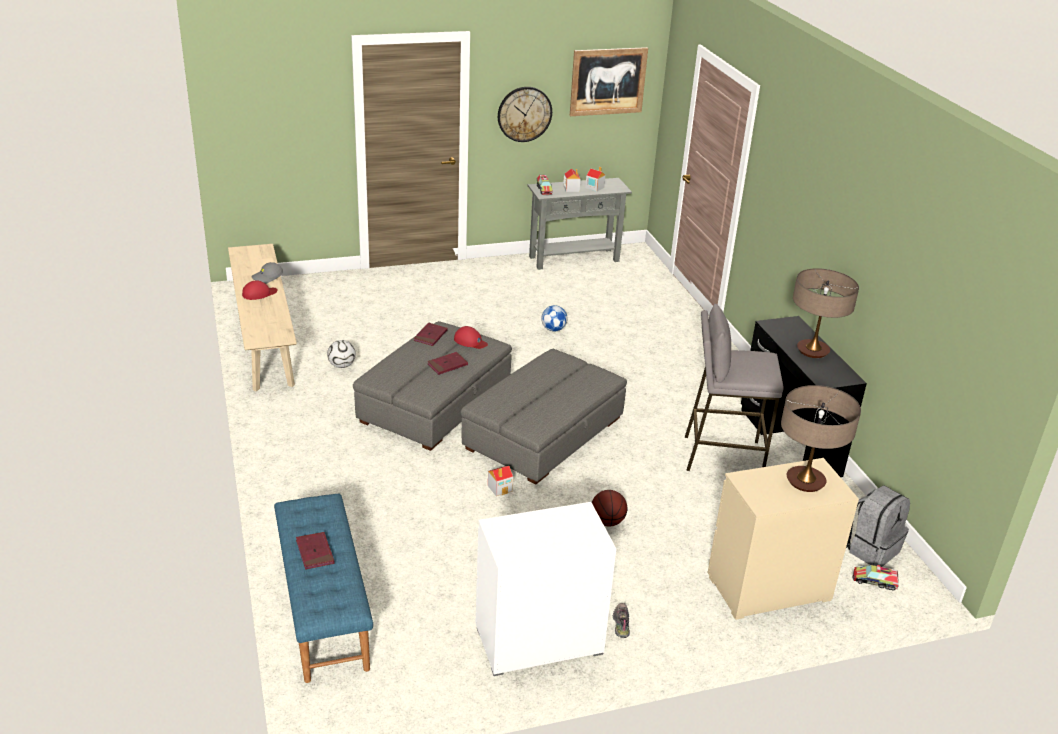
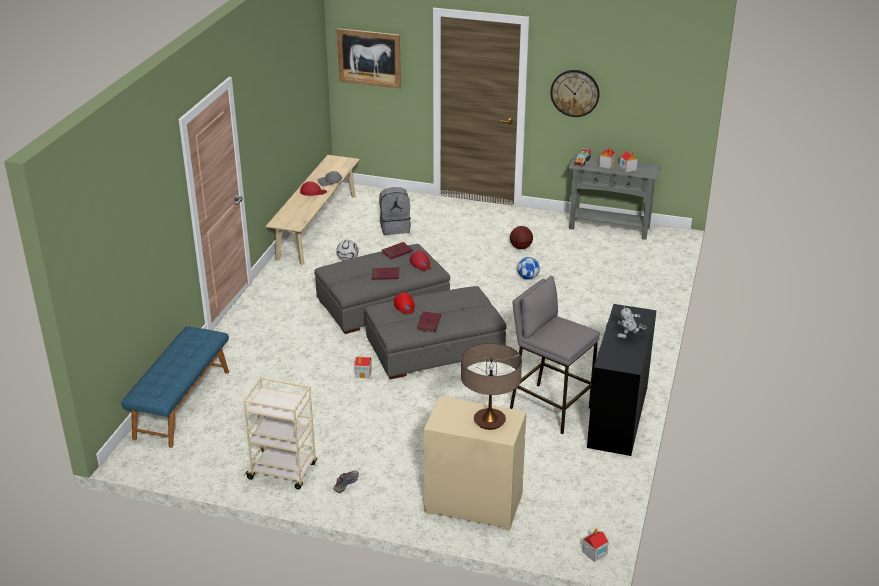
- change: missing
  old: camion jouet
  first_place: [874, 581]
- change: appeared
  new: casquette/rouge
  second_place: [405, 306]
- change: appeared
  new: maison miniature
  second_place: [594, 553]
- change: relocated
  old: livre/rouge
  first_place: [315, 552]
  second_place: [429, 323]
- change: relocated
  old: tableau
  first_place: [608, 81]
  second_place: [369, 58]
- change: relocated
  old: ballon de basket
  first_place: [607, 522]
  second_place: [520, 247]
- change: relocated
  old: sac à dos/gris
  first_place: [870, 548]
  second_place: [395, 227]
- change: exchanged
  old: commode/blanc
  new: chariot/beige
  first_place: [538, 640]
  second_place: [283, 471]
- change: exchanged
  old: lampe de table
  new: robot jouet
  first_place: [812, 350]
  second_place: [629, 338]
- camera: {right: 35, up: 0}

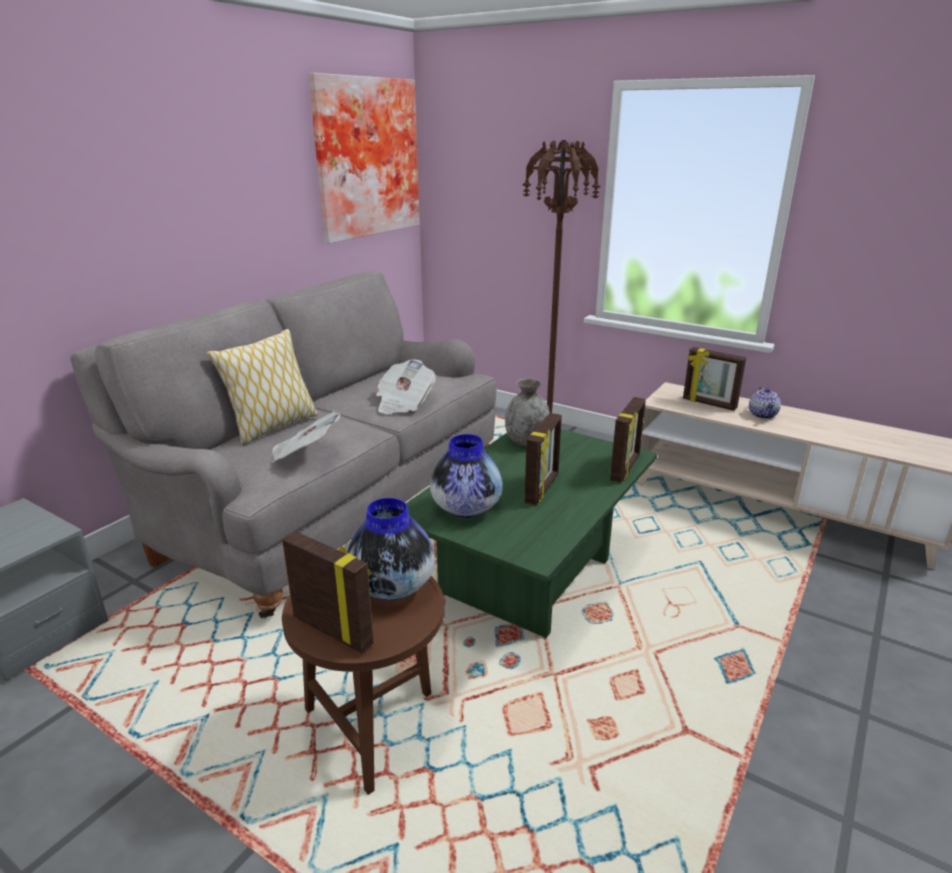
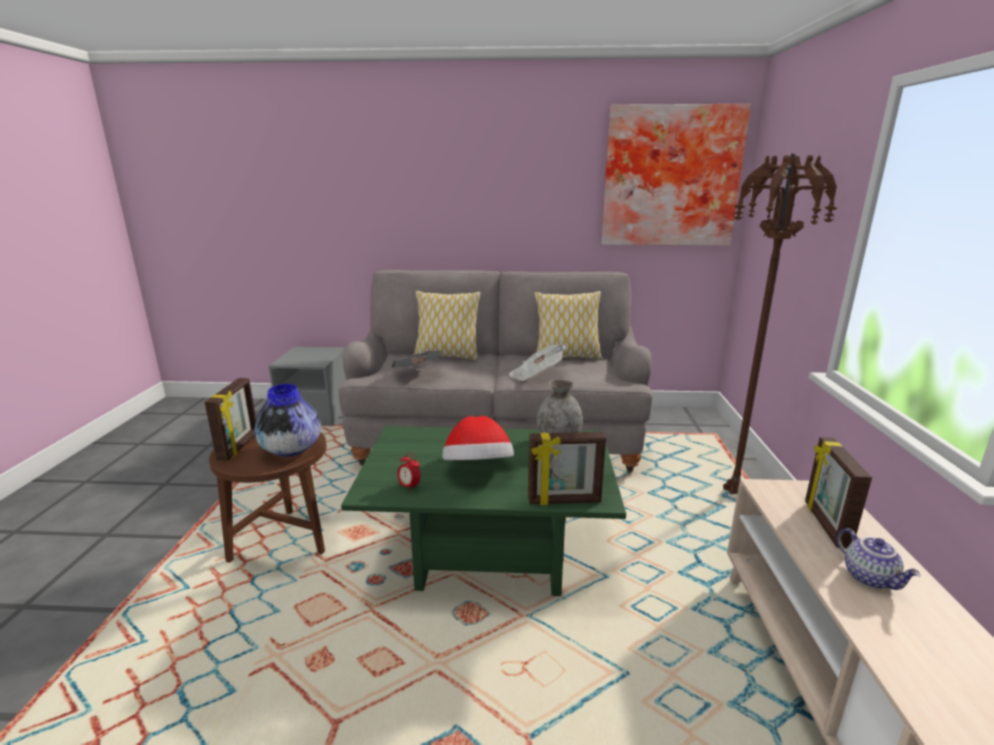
- change: missing
  old: vase
  first_place: [466, 509]
- change: appeared
  new: réveil
  second_place: [409, 487]
- change: appeared
  new: coussin
  second_place: [566, 356]
- change: exchanged
  old: cadre photo
  new: chapeau
  first_place: [542, 489]
  second_place: [478, 469]
- change: spun
  old: théière
  first_place: [763, 415]
  second_place: [870, 578]
  degrees: -90
- camera: {right: 60, up: -5}

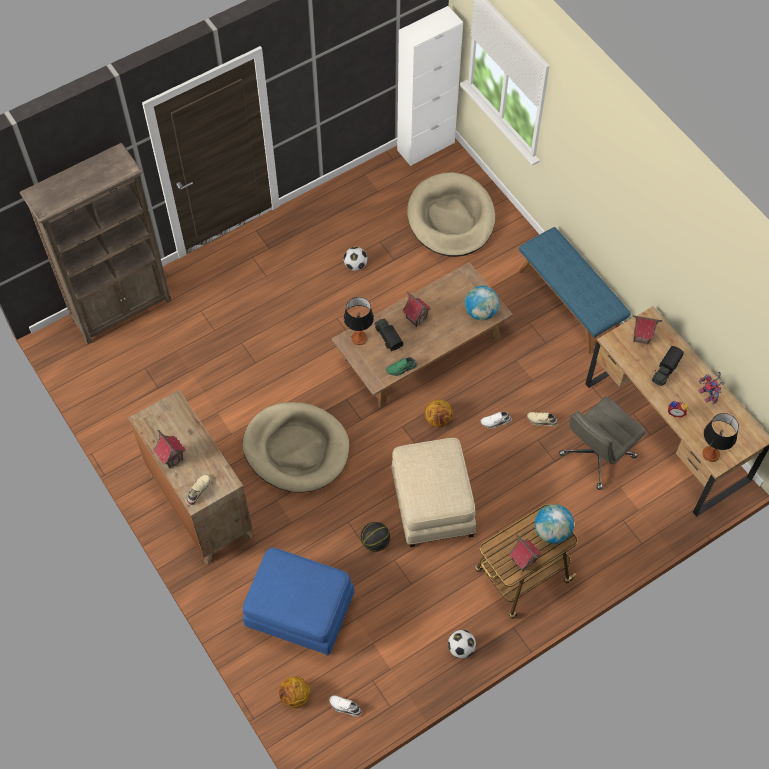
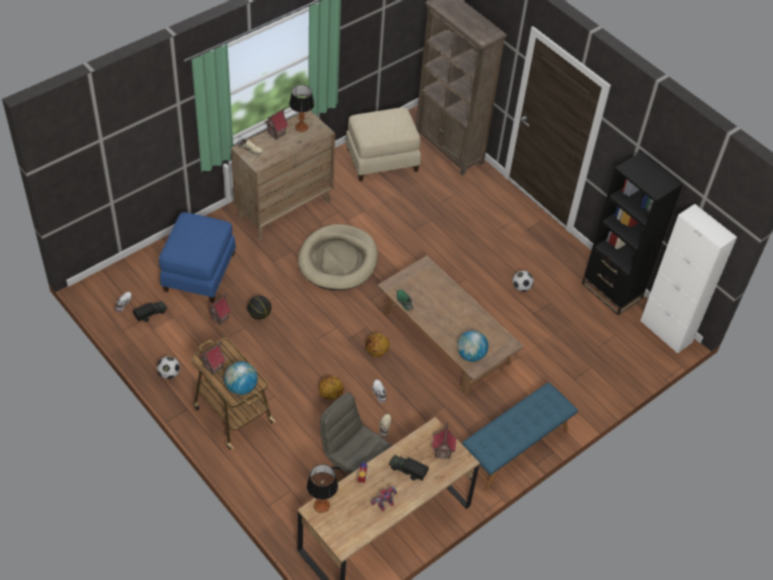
- change: missing
  old: panier pour chien/beige
  first_place: [451, 218]
- change: appeared
  new: bibliothèque/noir
  second_place: [611, 291]
- change: relocated
  old: ballon de basket
  first_place: [295, 696]
  second_place: [330, 394]
- change: relocated
  old: lampe de table
  first_place: [359, 338]
  second_place: [301, 127]
- change: relocated
  old: camion jouet
  first_place: [388, 337]
  second_place: [151, 314]
- change: relocated
  old: pouf/beige
  first_place: [431, 504]
  second_place: [382, 159]
- change: relocated
  old: maison miniature
  first_place: [416, 318]
  second_place: [220, 318]
- camera: {right: 80, up: -10}

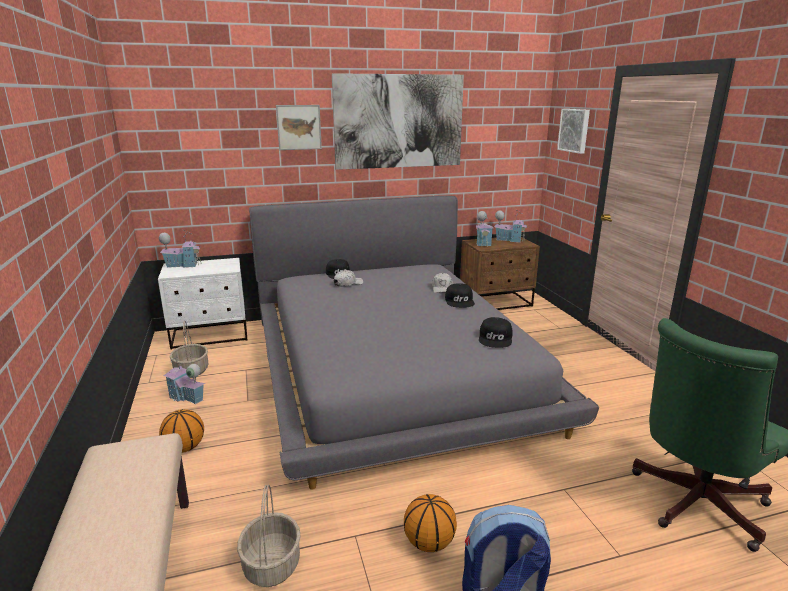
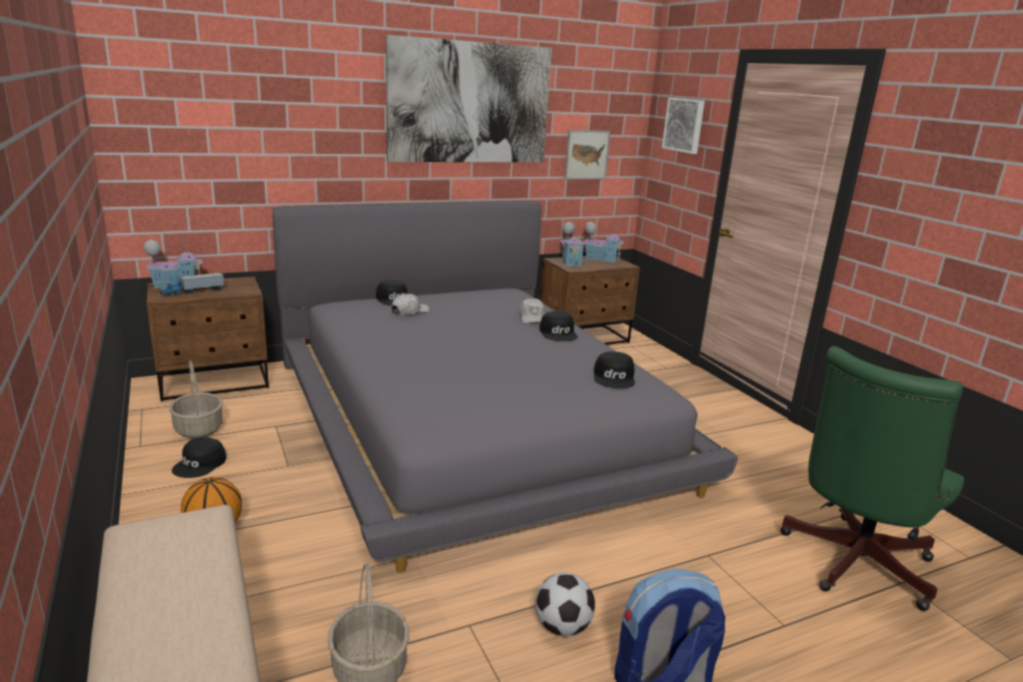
- change: appeared
  new: camion jouet
  second_place: [193, 292]
- change: relocated
  old: tableau
  first_place: [299, 127]
  second_place: [586, 154]
- change: exchanged
  old: maison miniature
  new: casquette/noir
  first_place: [186, 397]
  second_place: [200, 464]
- change: exchanged
  old: ballon de basket
  new: ballon de foot
  first_place: [429, 543]
  second_place: [562, 627]
- change: colour
  old: table de chevet/blanc
  new: table de chevet/marron
  first_place: [210, 335]
  second_place: [215, 382]
- camera: {right: -10, up: 0}

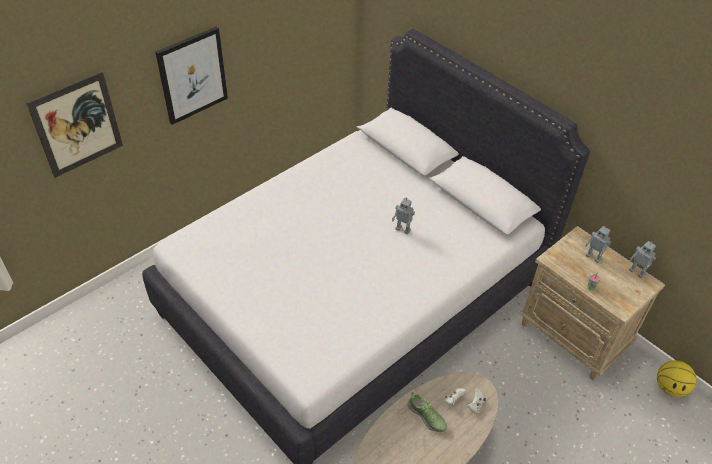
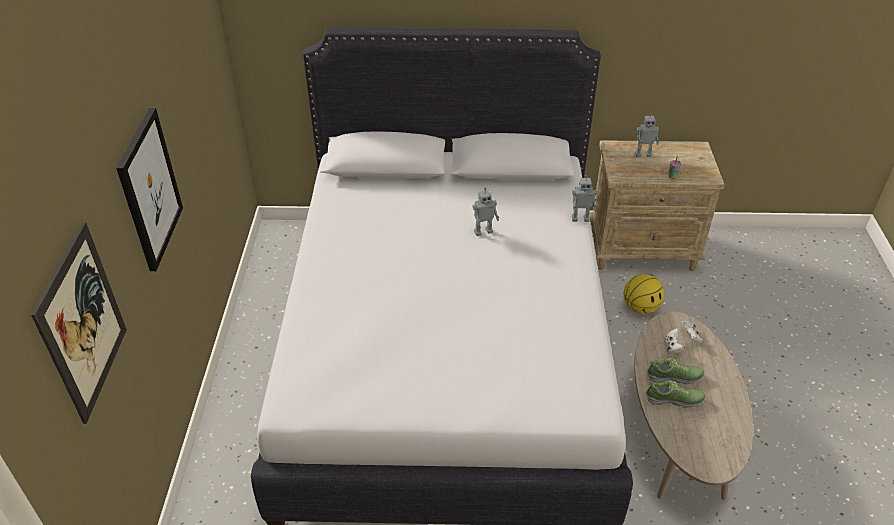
- change: appeared
  new: chaussure
  second_place: [674, 399]
- change: relocated
  old: robot jouet
  first_place: [637, 272]
  second_place: [580, 218]
- change: relocated
  old: ballon de basket
  first_place: [670, 388]
  second_place: [641, 307]
- camera: {right: -45, up: -5}

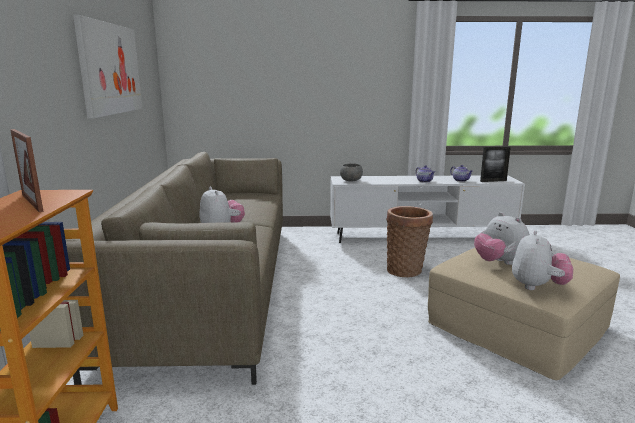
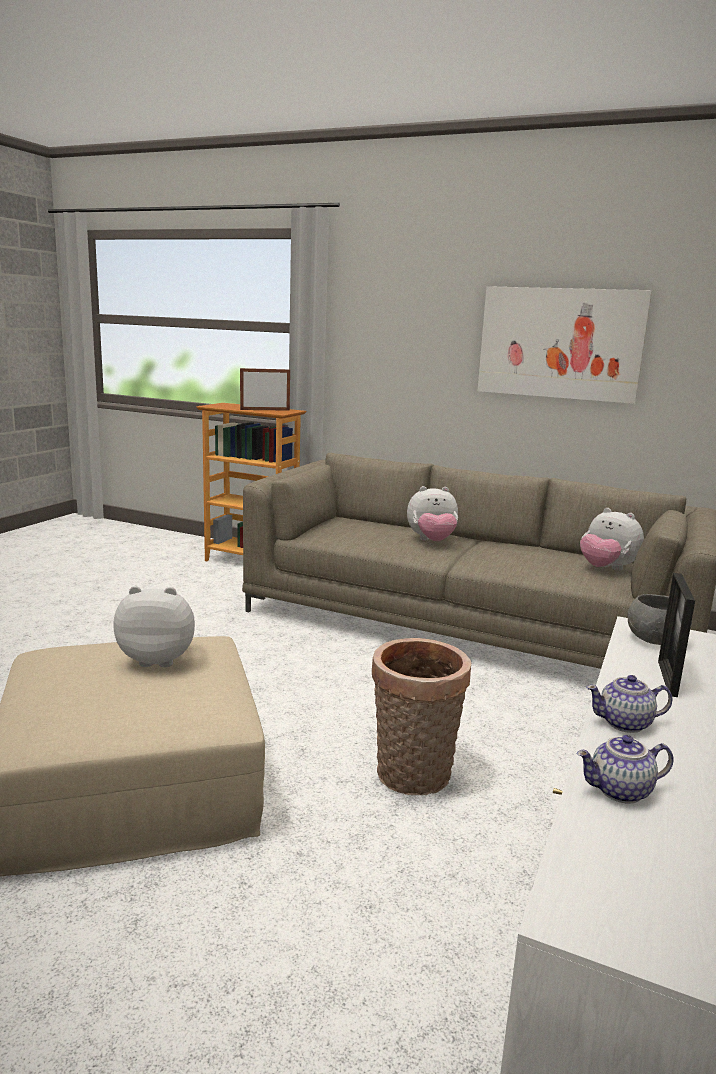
- change: relocated
  old: cadre photo
  first_place: [493, 181]
  second_place: [667, 678]
- change: relocated
  old: peluche
  first_place: [537, 287]
  second_place: [606, 569]
- camera: {right: 115, up: 0}

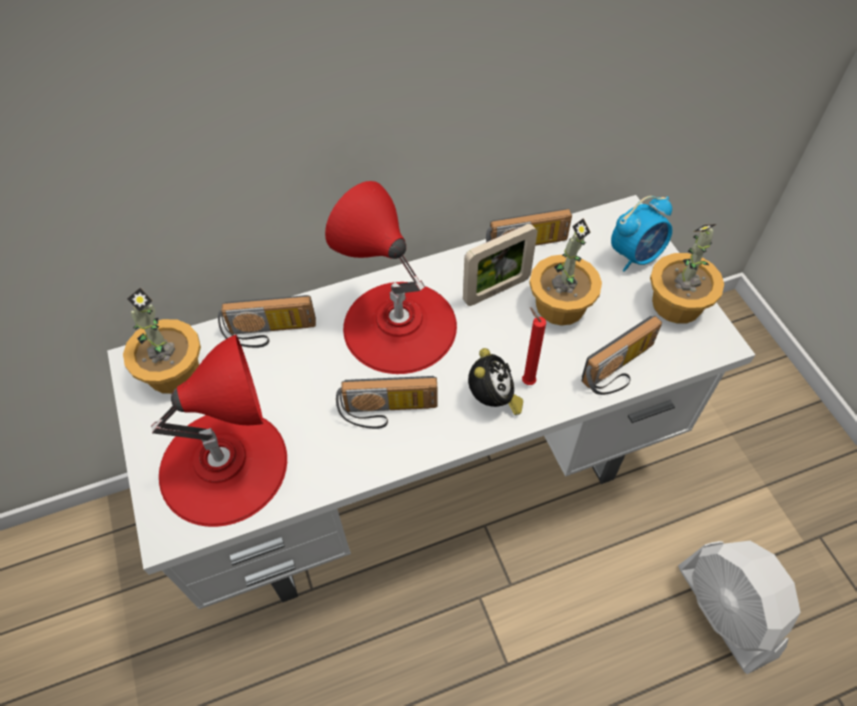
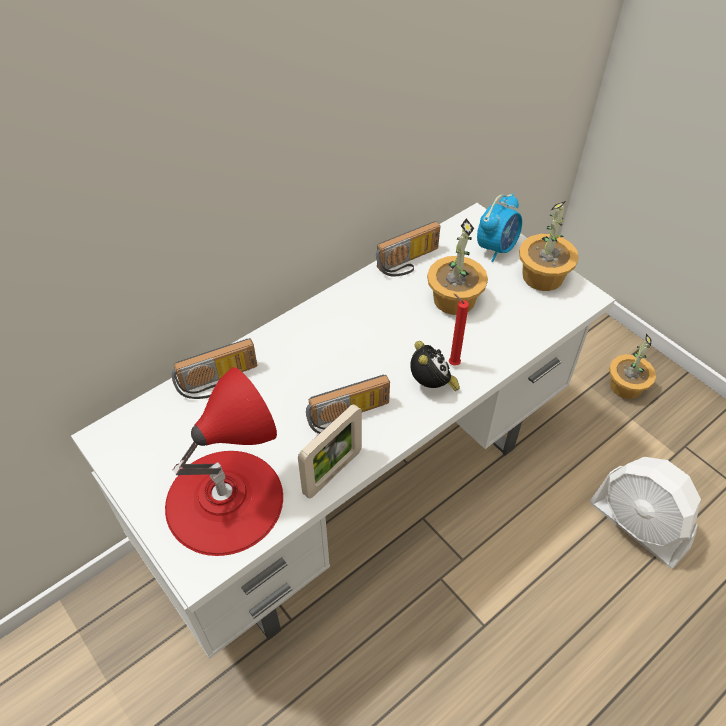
- change: missing
  old: lampe de table/rouge
  first_place: [399, 326]
- change: missing
  old: radio
  first_place: [621, 370]
- change: relocated
  old: plante en pot
  first_place: [173, 371]
  second_place: [625, 386]
- change: relocated
  old: cadre photo
  first_place: [496, 290]
  second_place: [332, 472]
- camera: {right: -20, up: -5}

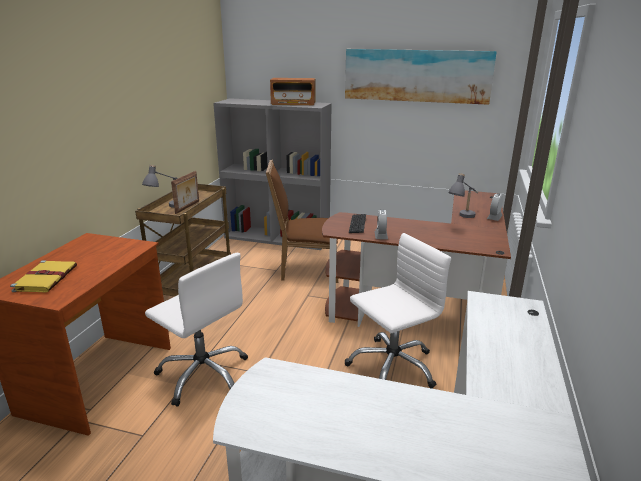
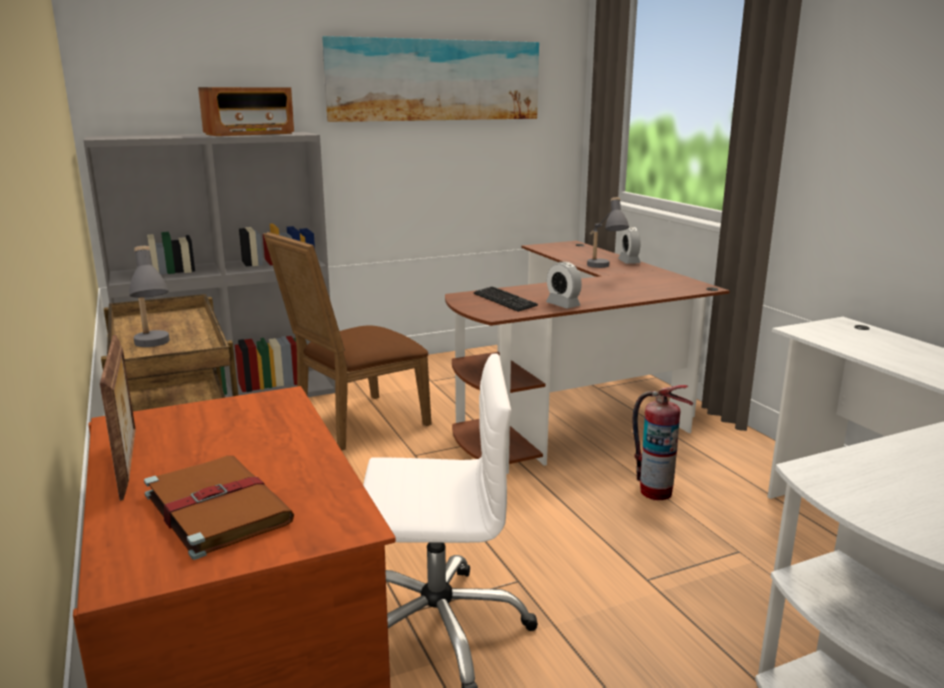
- change: relocated
  old: cadre photo
  first_place: [188, 207]
  second_place: [129, 465]
- change: exchanged
  old: chaise de bureau/blanc
  new: extincteur
  first_place: [392, 366]
  second_place: [655, 491]
- change: colour
  old: livre/jaune
  new: livre/marron
  first_place: [46, 278]
  second_place: [215, 507]
- camera: {right: -40, up: -5}

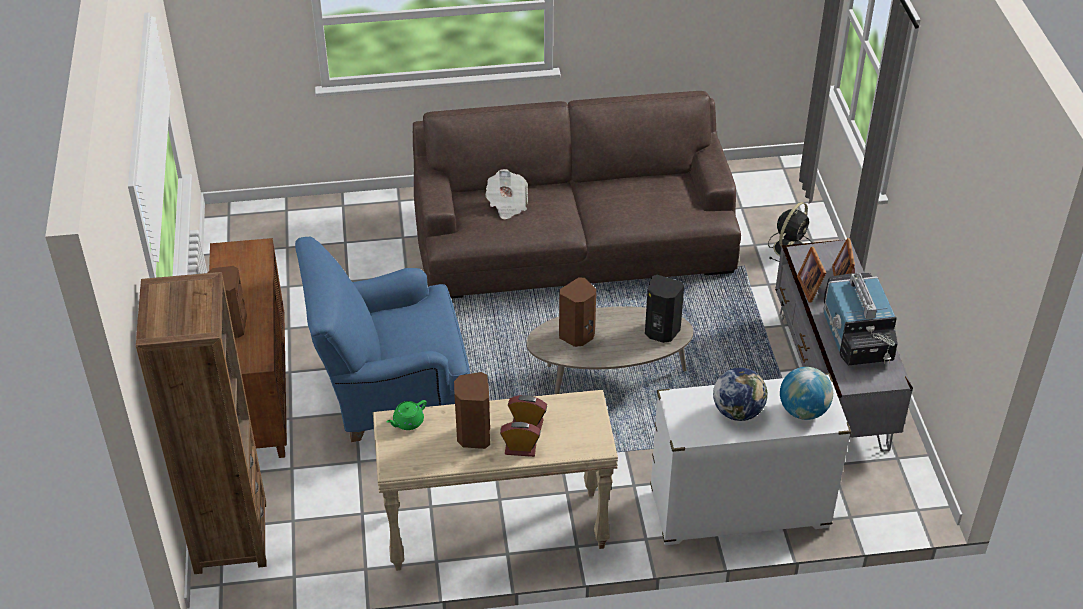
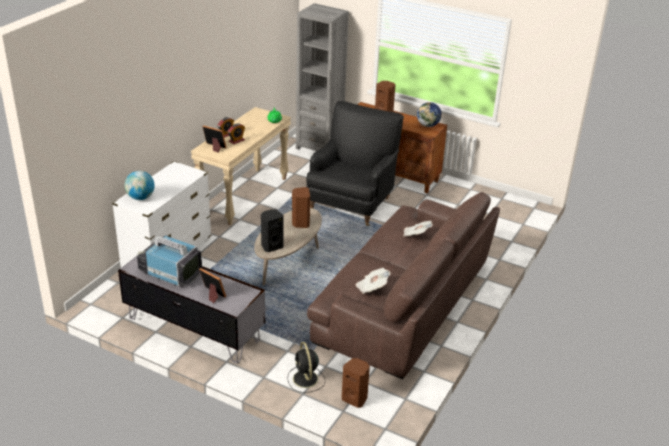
- change: appeared
  new: journal
  second_place: [372, 287]
- change: relocated
  old: enceinte/marron
  first_place: [473, 435]
  second_place: [355, 398]
- change: relocated
  old: globe
  first_place: [738, 411]
  second_place: [428, 125]
- change: relocated
  old: cadre photo
  first_place: [811, 287]
  second_place: [214, 147]
- change: colour
  old: bibliothèque/marron
  new: bibliothèque/gris
  first_place: [230, 536]
  second_place: [319, 147]
- change: colour
  old: fauteuil/bleu
  new: fauteuil/noir
  first_place: [391, 394]
  second_place: [352, 203]
- camera: {right: 125, up: -10}

